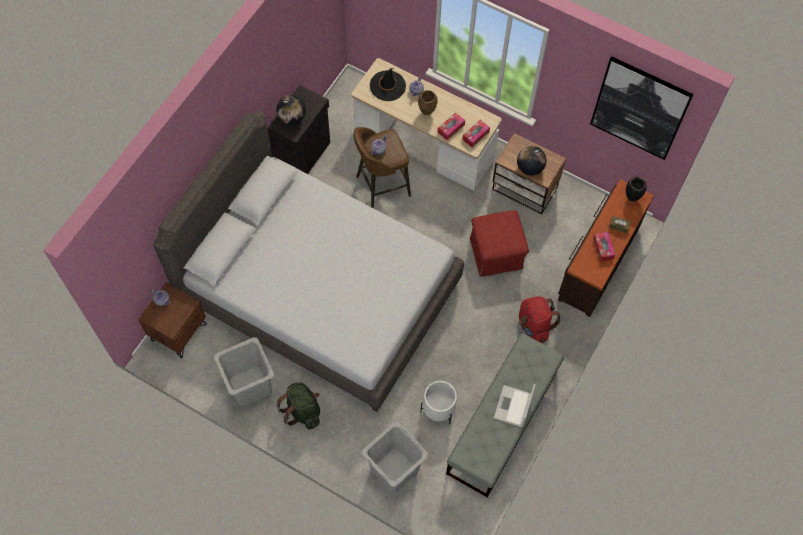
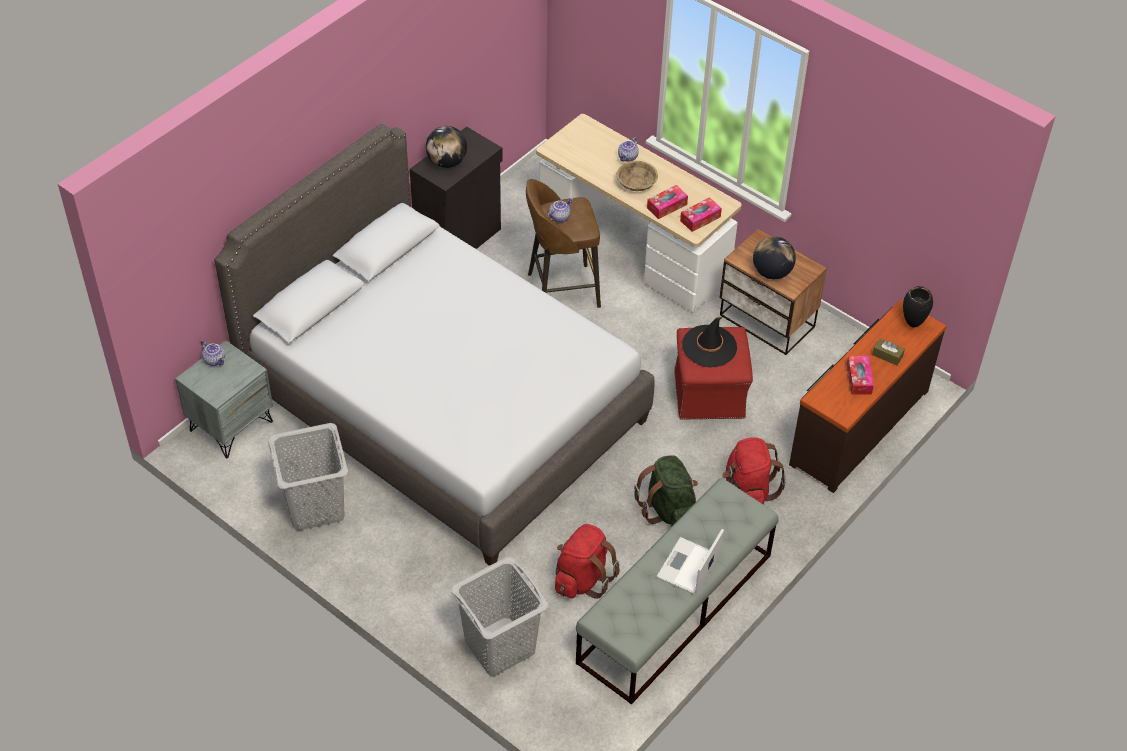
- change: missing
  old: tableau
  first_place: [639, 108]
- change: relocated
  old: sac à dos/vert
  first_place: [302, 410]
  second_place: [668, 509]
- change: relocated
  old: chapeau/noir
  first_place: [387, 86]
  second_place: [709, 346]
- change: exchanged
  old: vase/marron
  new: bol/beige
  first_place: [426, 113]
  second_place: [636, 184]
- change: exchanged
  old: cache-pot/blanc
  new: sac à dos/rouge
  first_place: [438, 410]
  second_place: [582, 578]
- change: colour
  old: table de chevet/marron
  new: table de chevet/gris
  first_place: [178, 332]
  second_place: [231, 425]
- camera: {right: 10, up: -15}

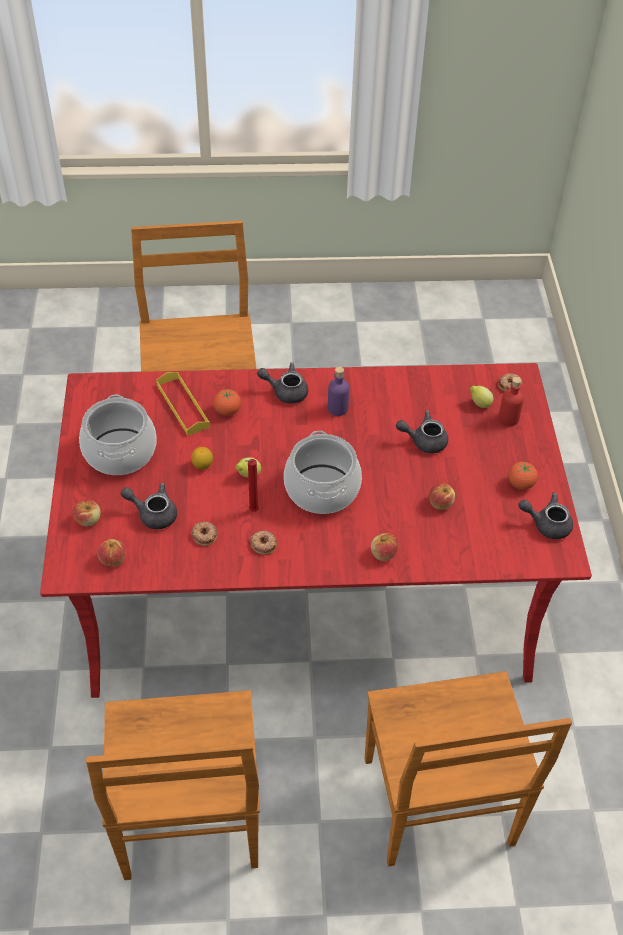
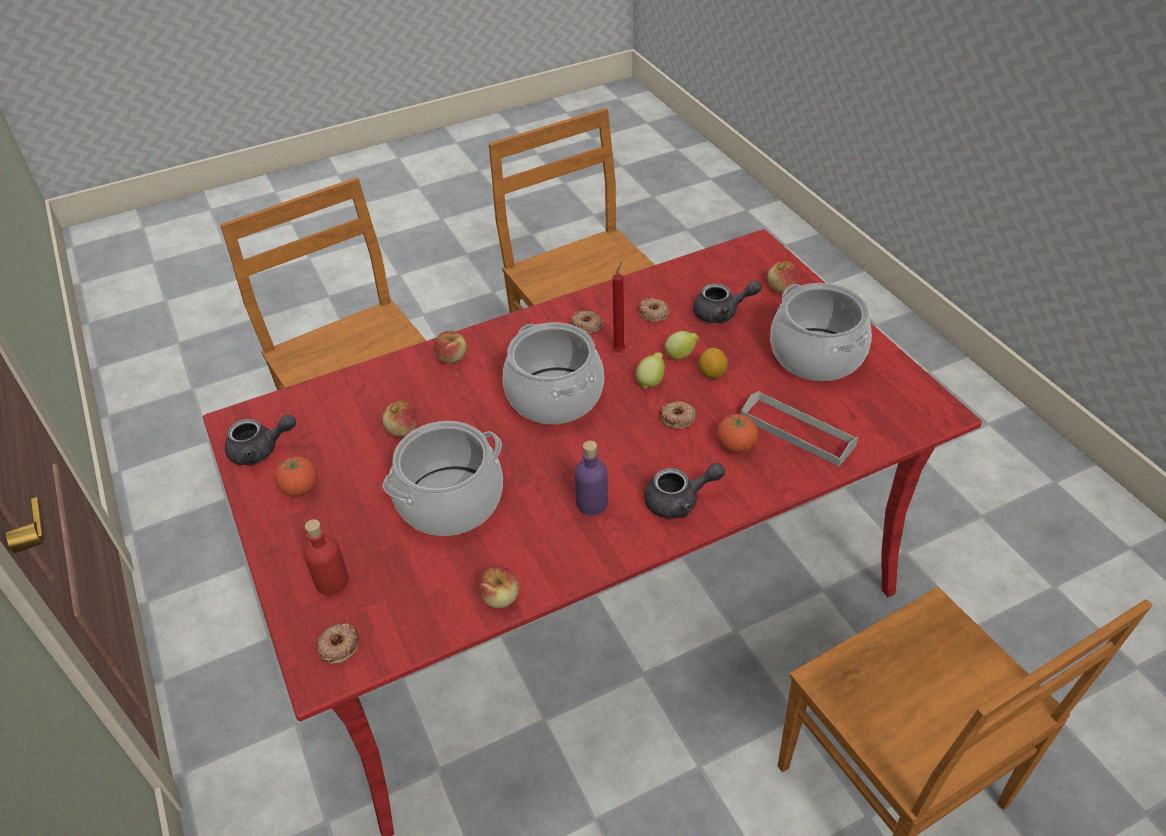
- change: appeared
  new: beignet
  second_place: [678, 418]
- change: relocated
  old: pomme
  first_place: [113, 559]
  second_place: [500, 597]
- change: relocated
  old: citron
  first_place: [479, 404]
  second_place: [681, 356]
- change: exchanged
  old: théière/gris
  new: marmite
  first_place: [423, 441]
  second_place: [450, 500]
- change: colour
  old: plateau/jaune
  new: plateau/gris
  first_place: [183, 406]
  second_place: [797, 431]
- camera: {right: 160, up: -5}

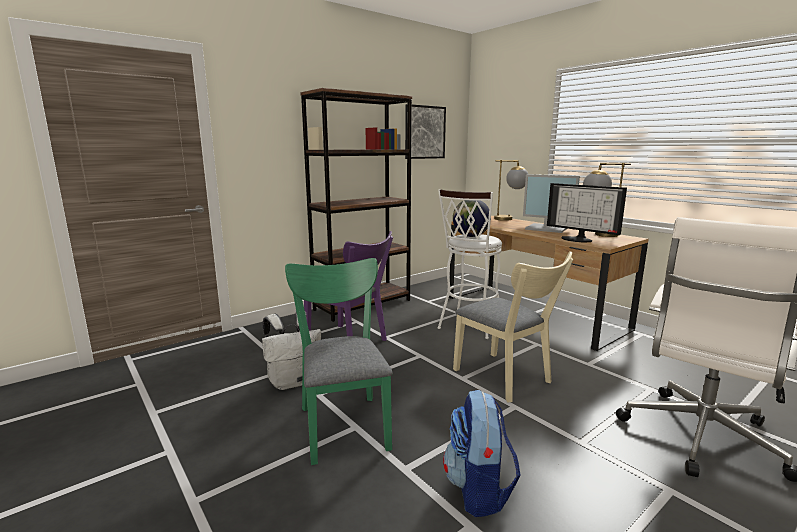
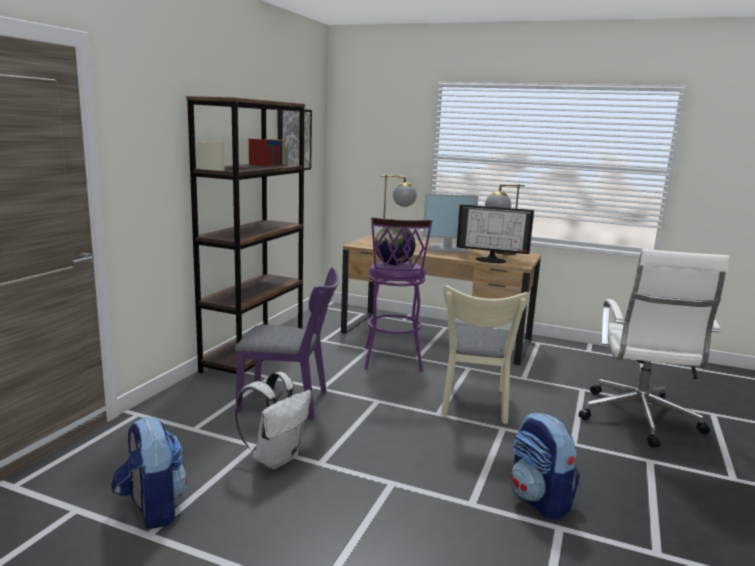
- change: missing
  old: chaise/vert
  first_place: [343, 422]
- change: appeared
  new: sac à dos
  second_place: [152, 509]
- change: colour
  old: tabouret/blanc
  new: tabouret/violet
  first_place: [468, 326]
  second_place: [392, 361]
- change: spun
  old: chaise/beige
  first_place: [506, 379]
  second_place: [474, 406]
  degrees: 75
- camera: {right: -30, up: 0}

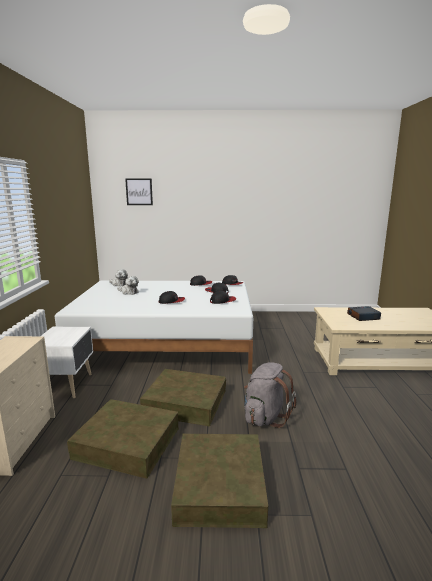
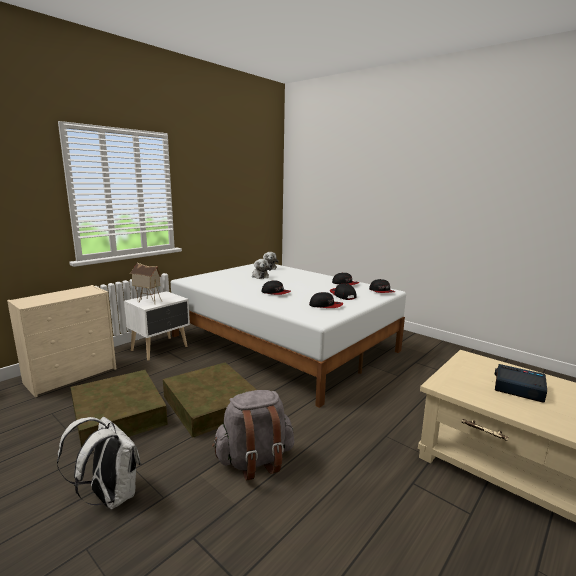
- change: missing
  old: tableau
  first_place: [139, 191]
- change: appeared
  new: maison miniature
  second_place: [147, 301]
- change: exchanged
  old: boîte de rangement/marron
  new: sac à dos/blanc
  first_place: [219, 485]
  second_place: [109, 496]
- camera: {right: 40, up: 0}

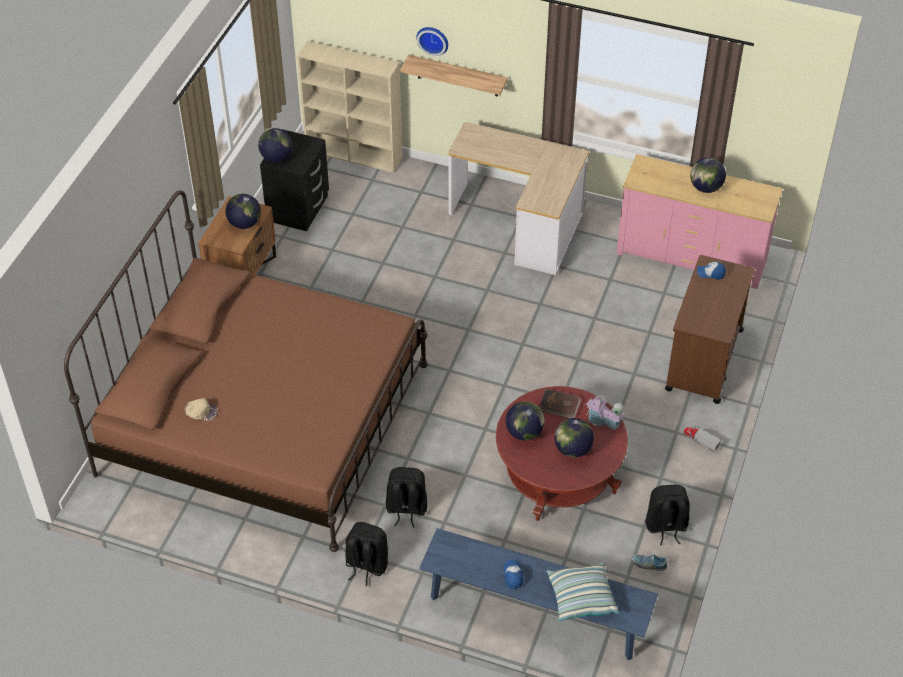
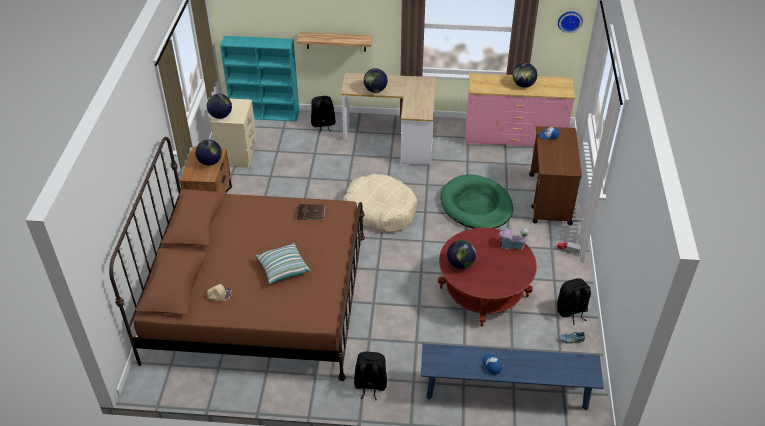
- change: appeared
  new: panier pour chien/beige
  second_place: [380, 210]
- change: appeared
  new: panier pour chien/vert
  second_place: [476, 205]
- change: relocated
  old: sac à dos/noir
  first_place: [406, 509]
  second_place: [323, 124]
- change: relocated
  old: horloge murale
  first_place: [433, 39]
  second_place: [570, 21]
- change: relocated
  old: livre/marron
  first_place: [559, 405]
  second_place: [311, 213]
- change: relocated
  old: coussin
  first_place: [581, 598]
  second_place: [283, 269]
- change: relocated
  old: globe
  first_place: [572, 449]
  second_place: [375, 90]
- change: colour
  old: table de chevet/noir
  new: table de chevet/beige
  first_place: [298, 208]
  second_place: [238, 154]
- change: colour
  old: bibliothèque/beige
  new: bibliothèque/turquoise
  first_place: [355, 154]
  second_place: [266, 114]
- camera: {right: -15, up: -5}

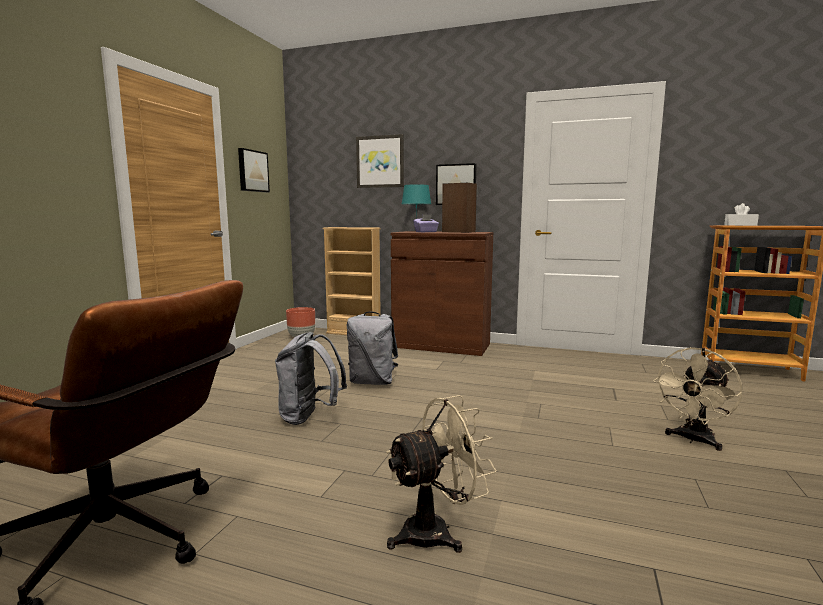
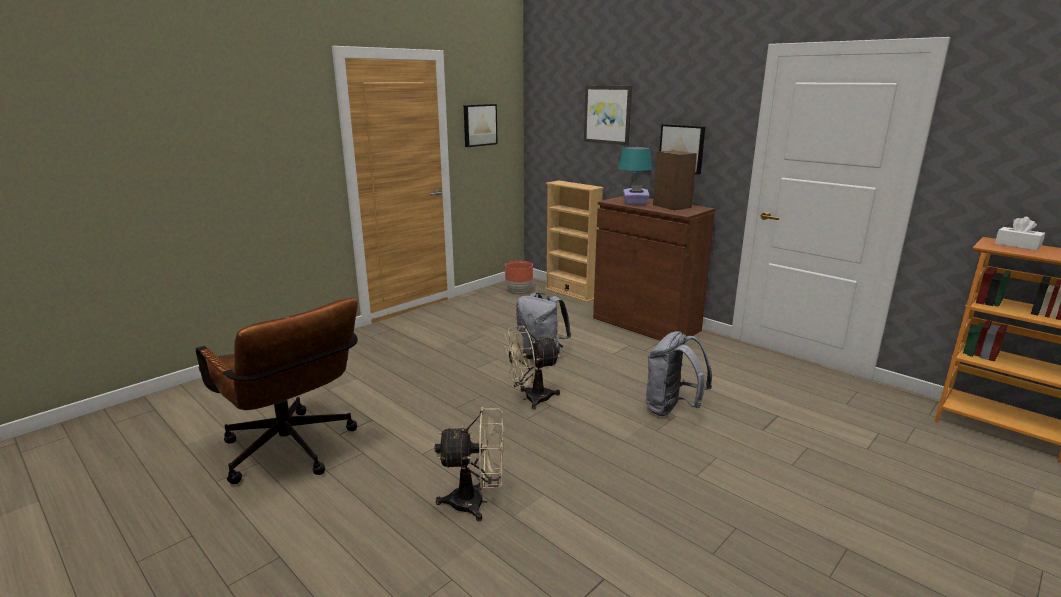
- change: relocated
  old: sac à dos/gris
  first_place: [309, 417]
  second_place: [672, 409]
- change: relocated
  old: ventilateur/beige
  first_place: [693, 440]
  second_place: [530, 398]
- camera: {right: 25, up: 10}

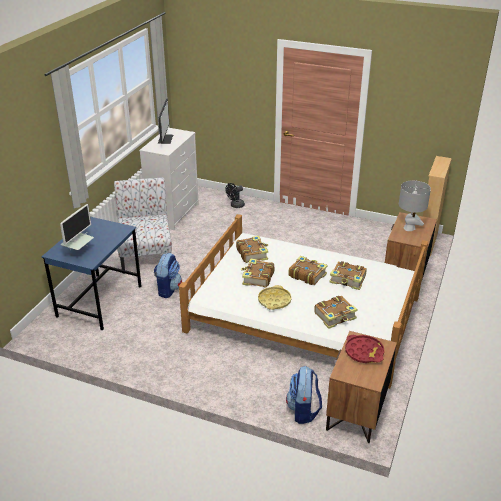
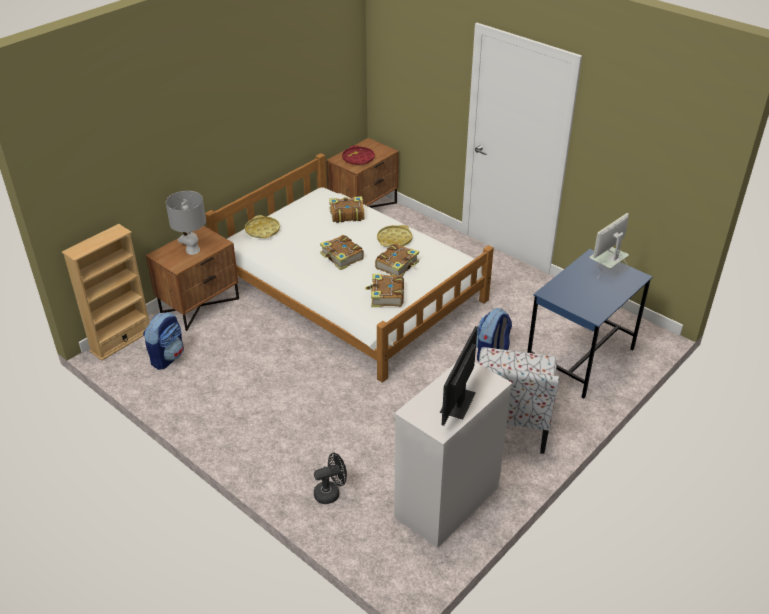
- change: missing
  old: livre
  first_place: [348, 280]
- change: appeared
  new: plateau/jaune
  second_place: [262, 230]
- change: relocated
  old: sac à dos
  first_place: [303, 411]
  second_place: [167, 357]
- camera: {right: -160, up: 5}

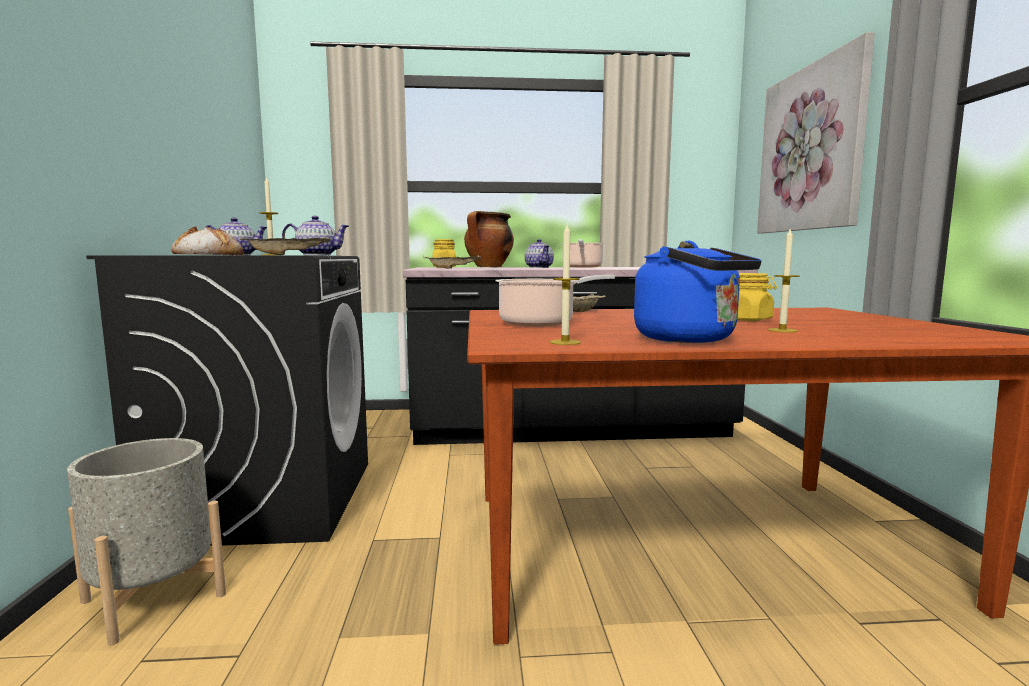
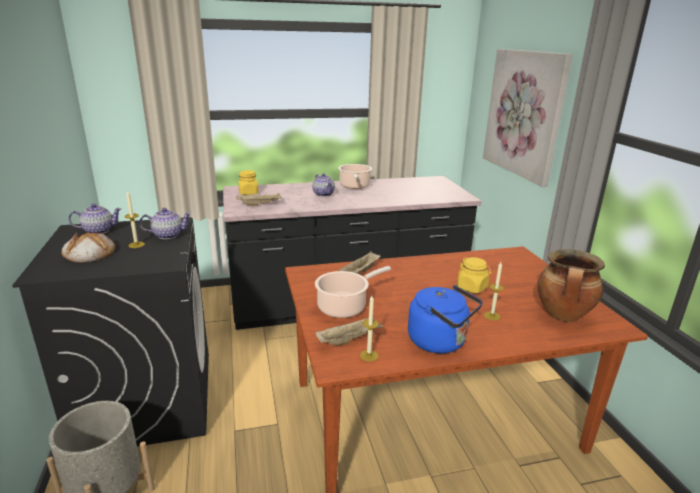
- change: relocated
  old: plateau/beige
  first_place: [288, 255]
  second_place: [349, 339]
- change: relocated
  old: marmite
  first_place: [488, 267]
  second_place: [563, 316]
- camera: {right: -10, up: 15}

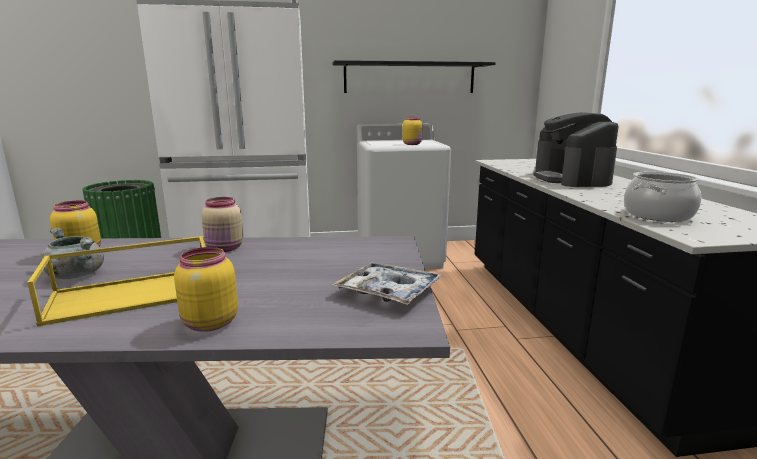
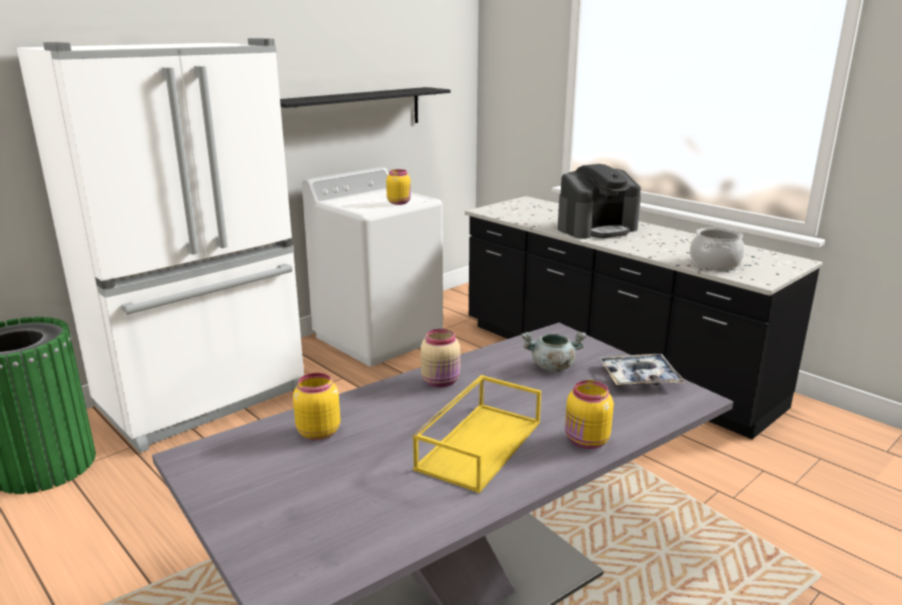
- change: relocated
  old: marmite/gris
  first_place: [76, 275]
  second_place: [552, 367]
- change: spun
  old: machine à café
  first_place: [571, 179]
  second_place: [597, 229]
  degrees: -75
- camera: {right: -35, up: 5}

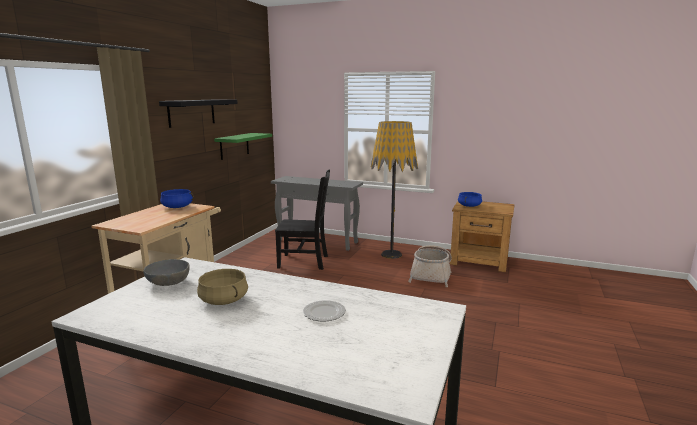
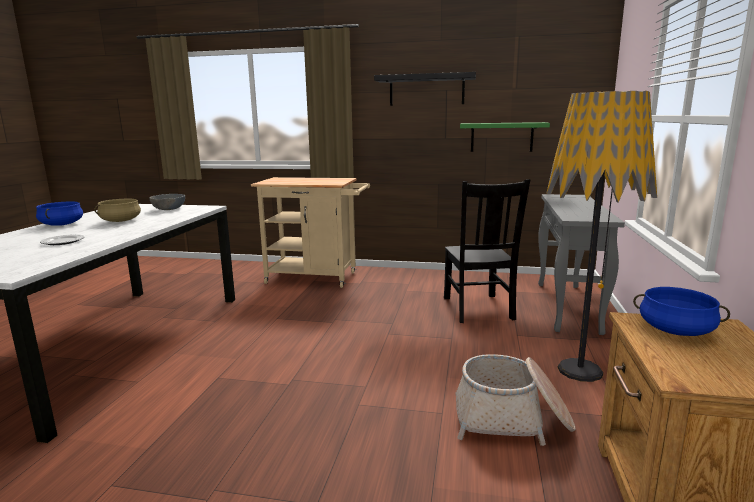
- change: relocated
  old: marmite/bleu
  first_place: [177, 207]
  second_place: [62, 224]
- camera: {right: 80, up: 0}

